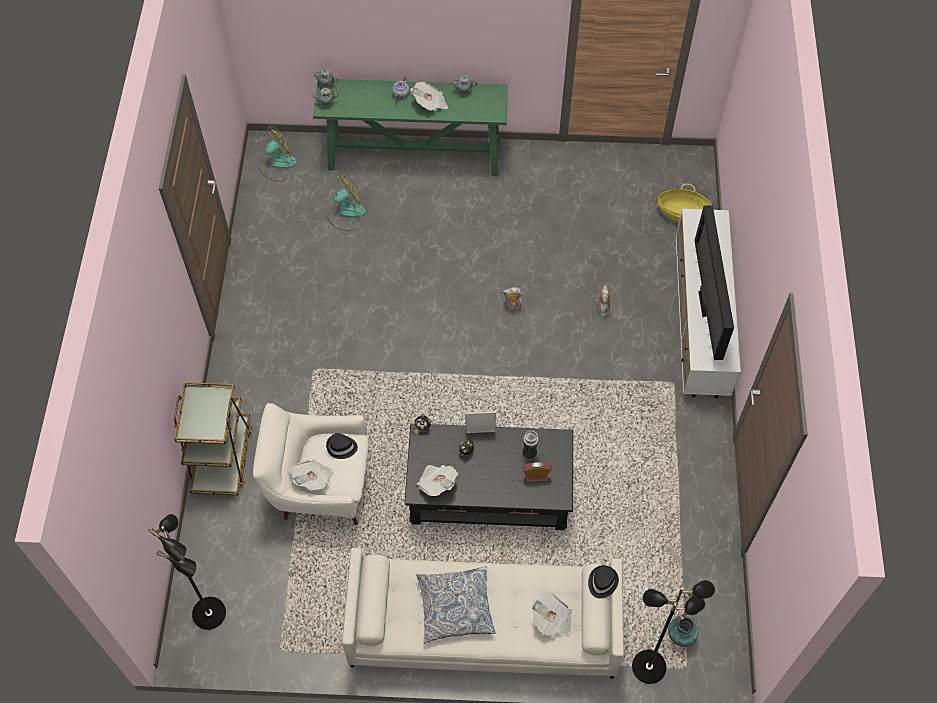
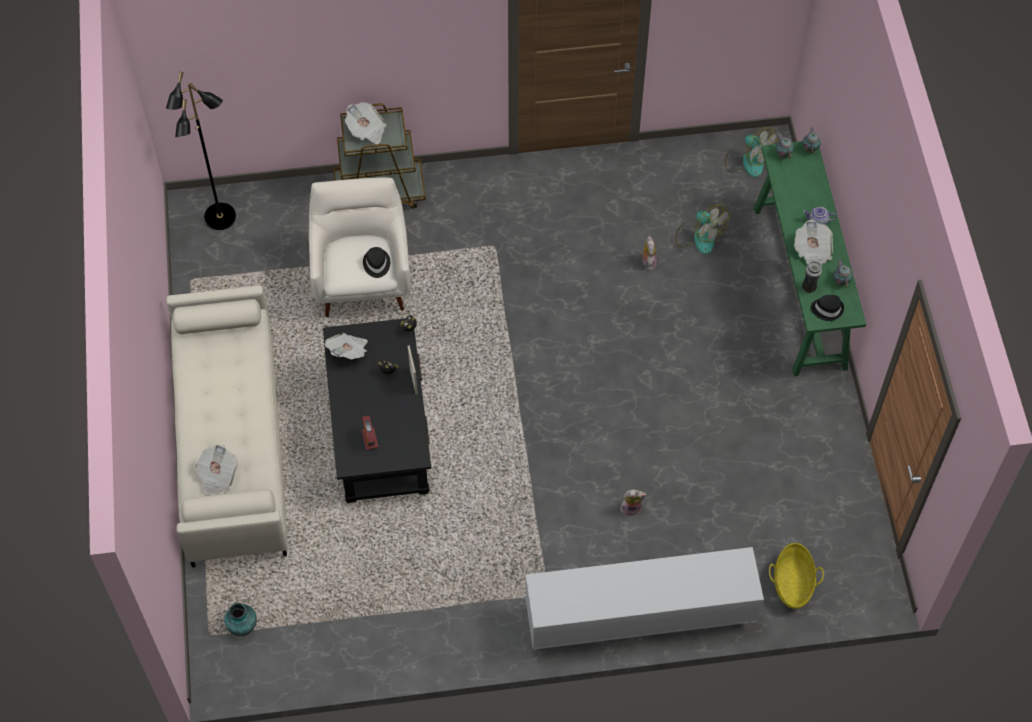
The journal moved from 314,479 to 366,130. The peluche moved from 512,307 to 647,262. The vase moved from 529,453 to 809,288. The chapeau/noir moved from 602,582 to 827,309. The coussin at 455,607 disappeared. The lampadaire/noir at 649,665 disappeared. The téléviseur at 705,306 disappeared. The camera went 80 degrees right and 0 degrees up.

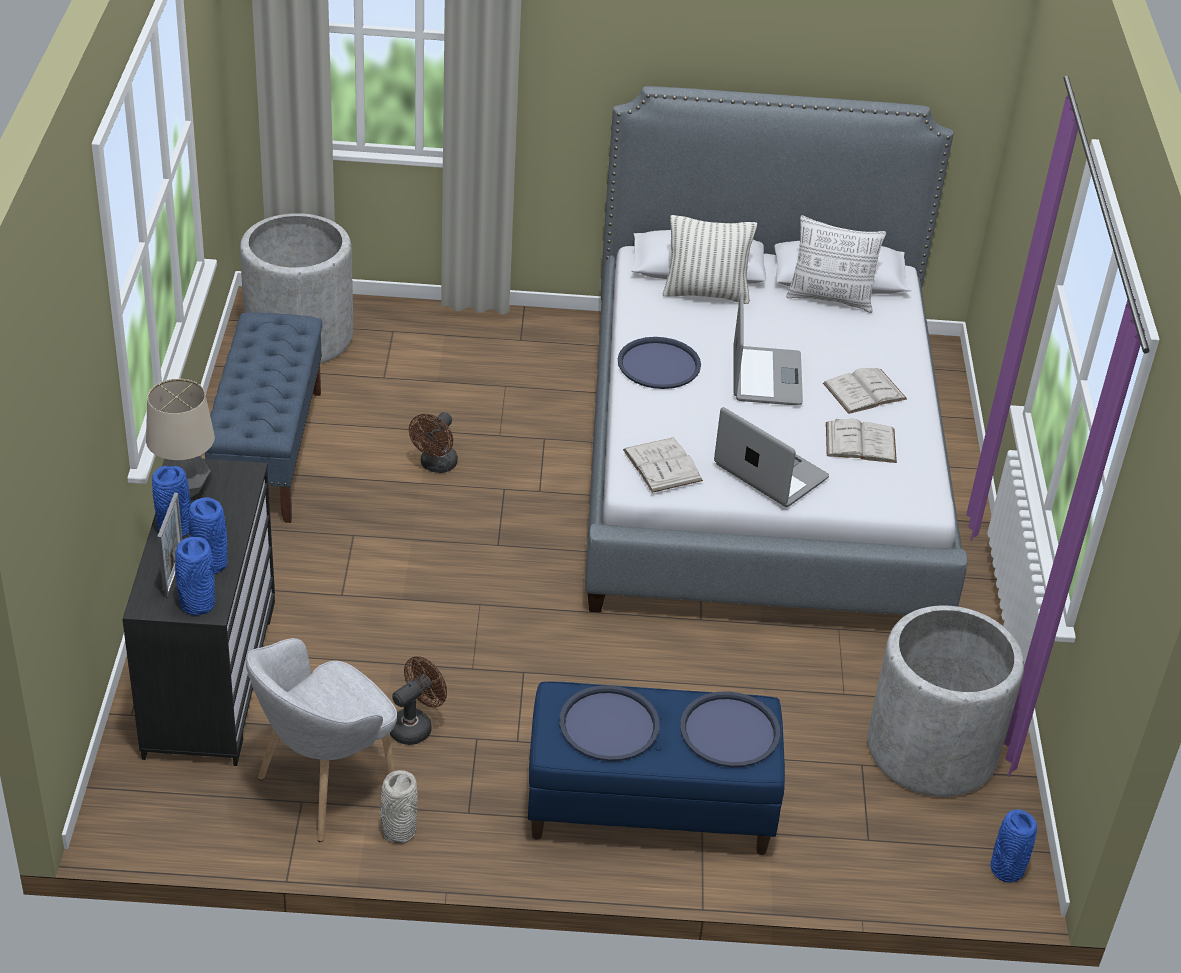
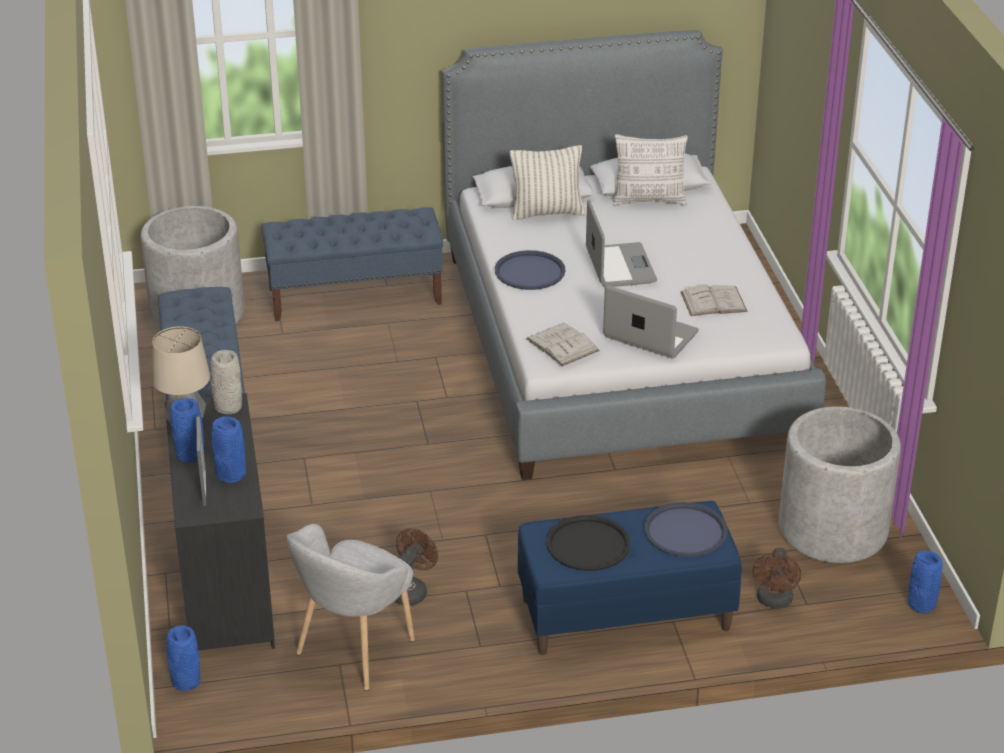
The vase/bleu moved from 197,605 to 186,682. The vase/gris moved from 398,832 to 228,407. The banc/bleu at 355,296 appeared. The plateau/bleu at 609,725 became the plateau/noir at 588,544. The ventilateur/marron moved from 436,466 to 774,601. The livre/blanc at 864,391 disappeared. The camera went 10 degrees left and 5 degrees down.

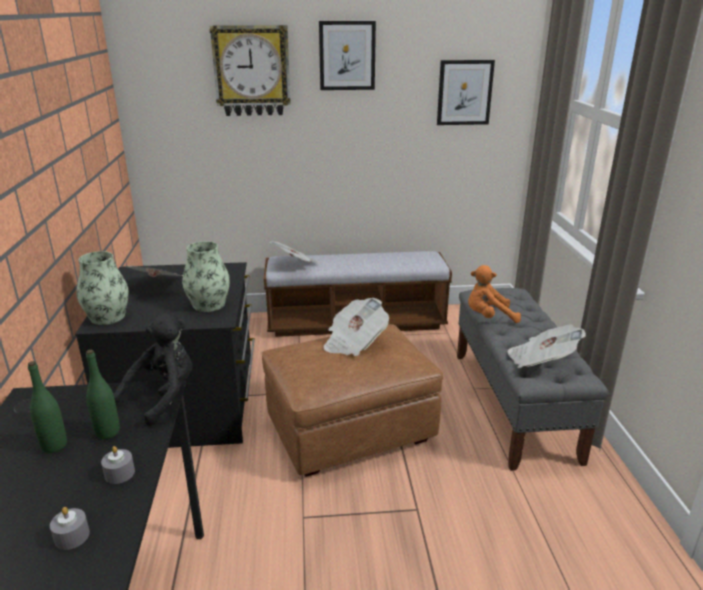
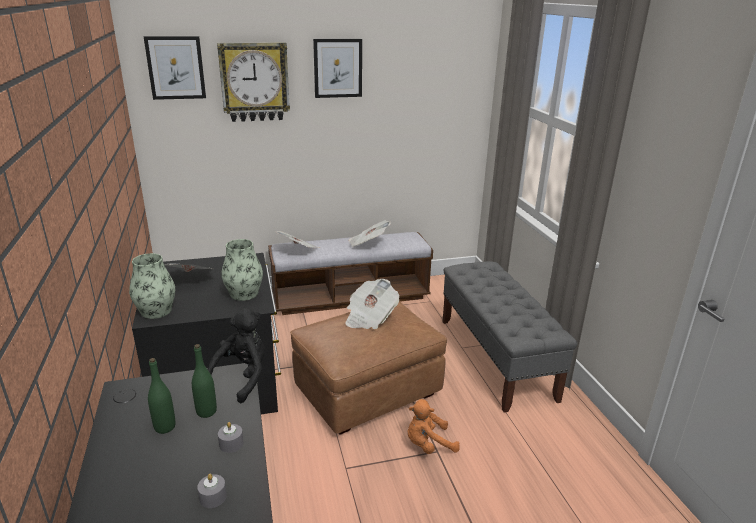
The tableau moved from 464,92 to 176,68. The journal moved from 541,361 to 368,244. The peluche/orange moved from 488,317 to 428,445. The camera went 10 degrees left and 0 degrees up.

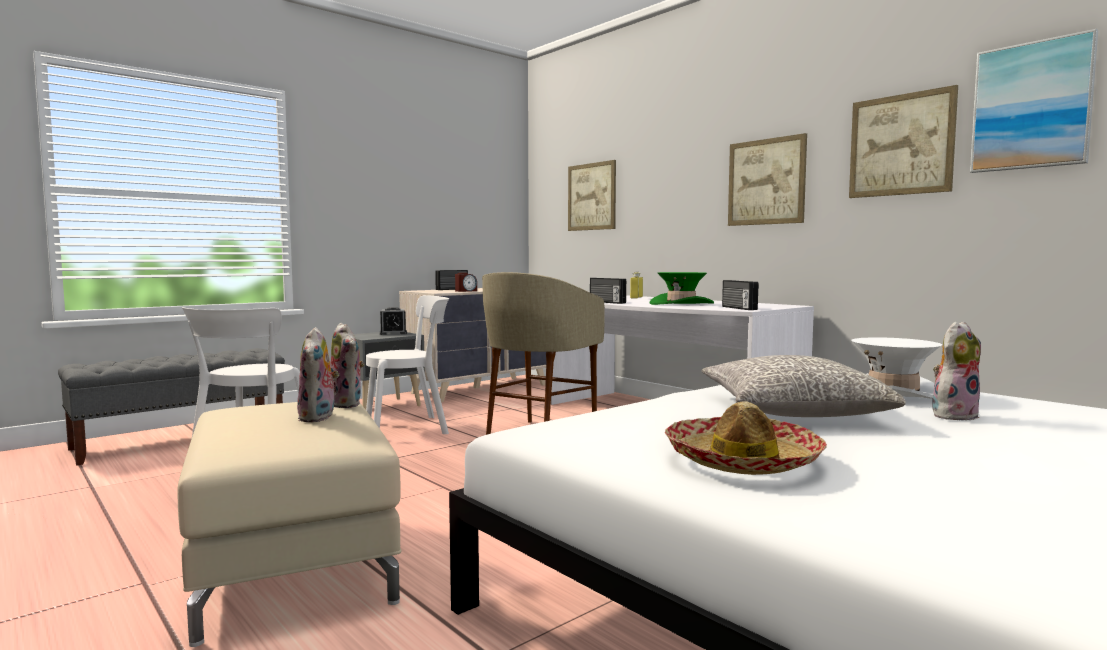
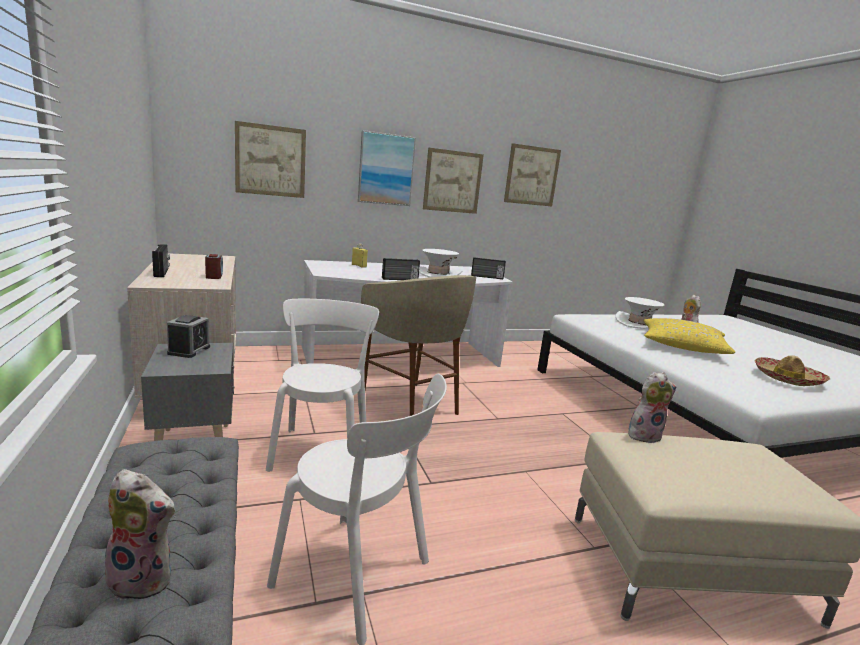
The peluche moved from 319,417 to 145,578. The tableau moved from 1031,106 to 386,169. The chapeau/vert at 681,304 became the chapeau/blanc at 438,274. The coussin/gris at 790,411 became the coussin/jaune at 682,347. The camera went 70 degrees left and 10 degrees up.

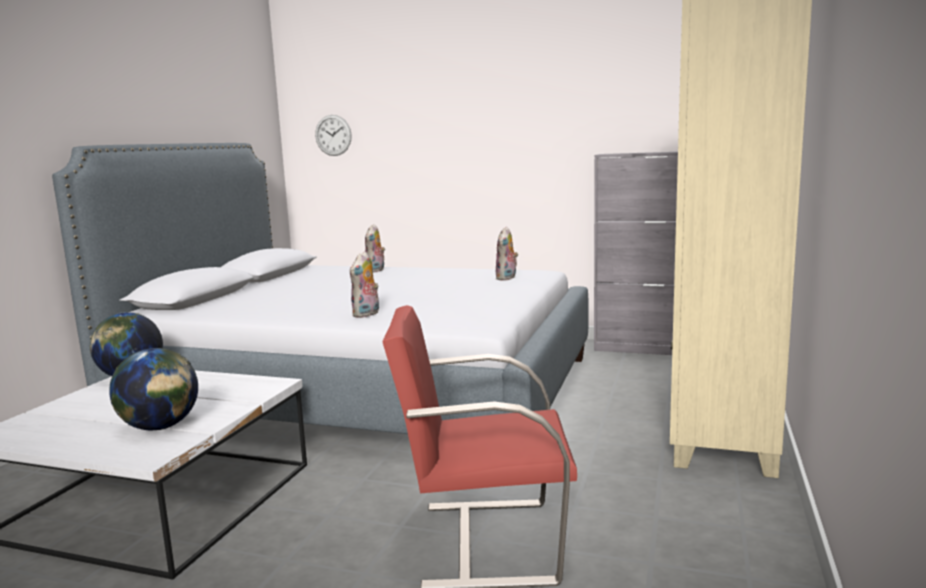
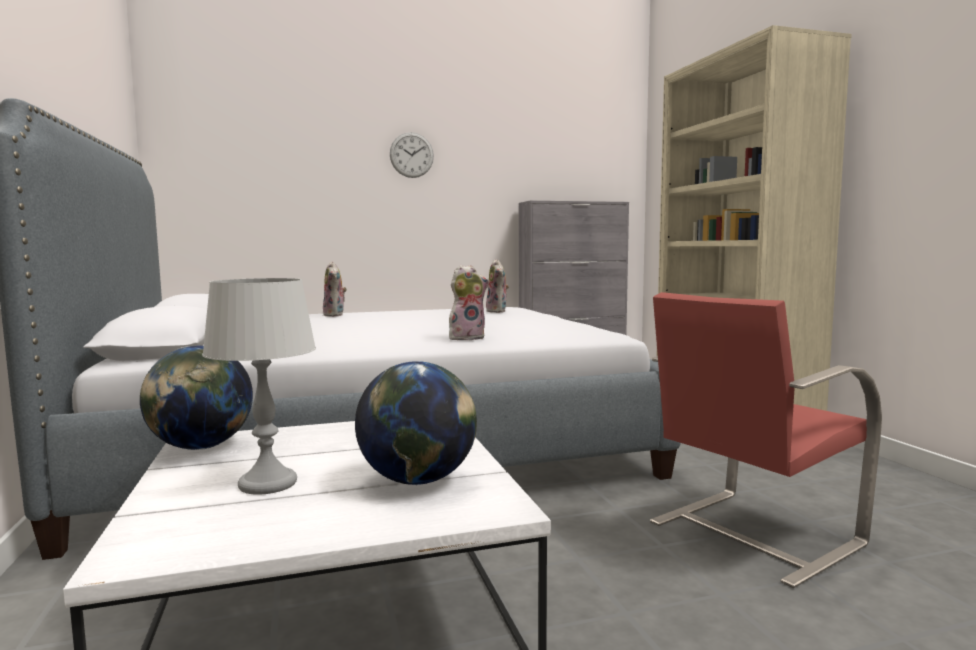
The lampe de table/gris at 267,484 appeared. The horloge murale moved from 333,135 to 411,155. The peluche at 366,314 turned 105 degrees counterclockwise. The camera went 35 degrees left and 5 degrees down.

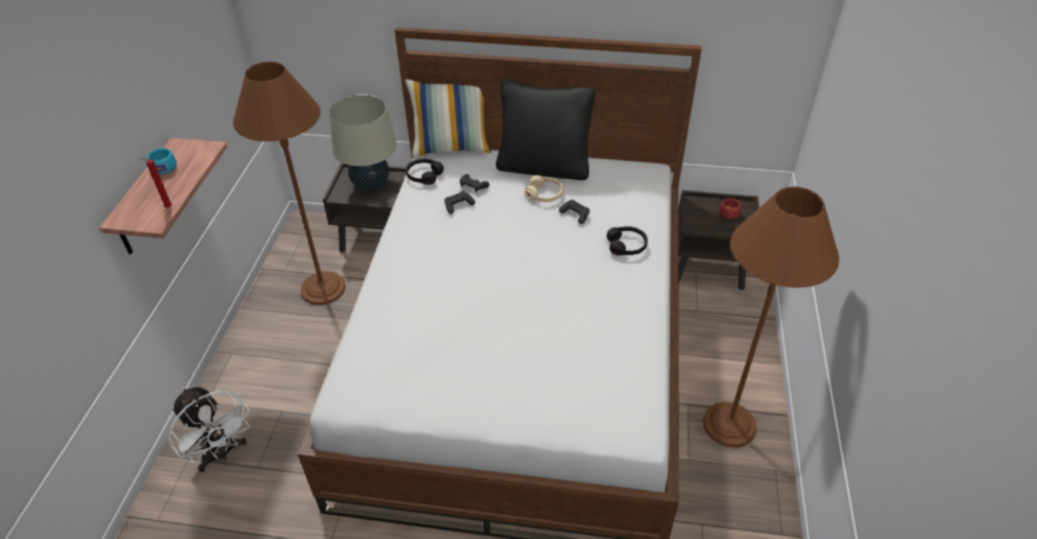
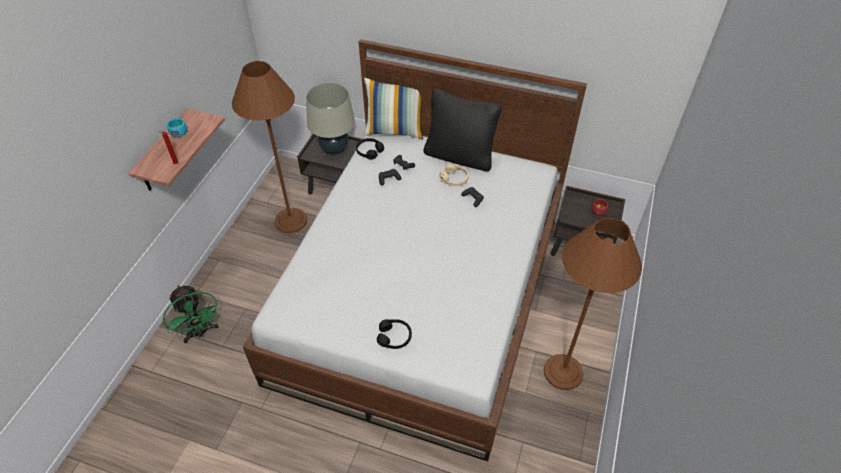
The ventilateur/blanc at 221,453 became the ventilateur/vert at 200,332. The casque audio/noir moved from 626,245 to 394,337. The camera went 10 degrees right and 5 degrees up.

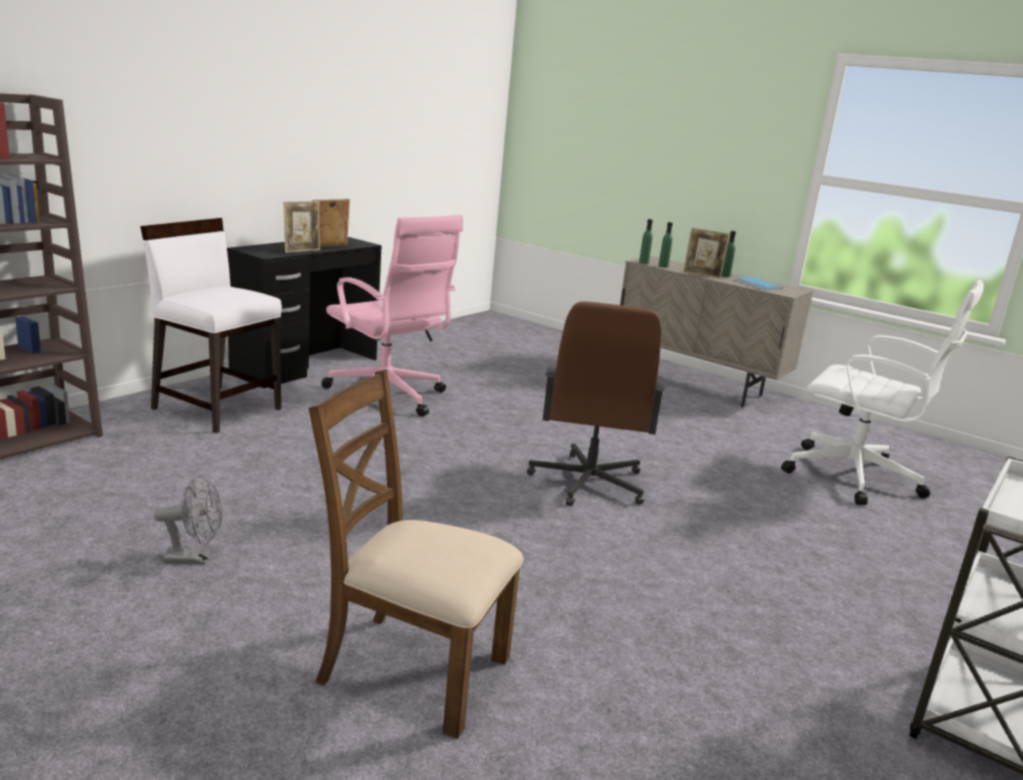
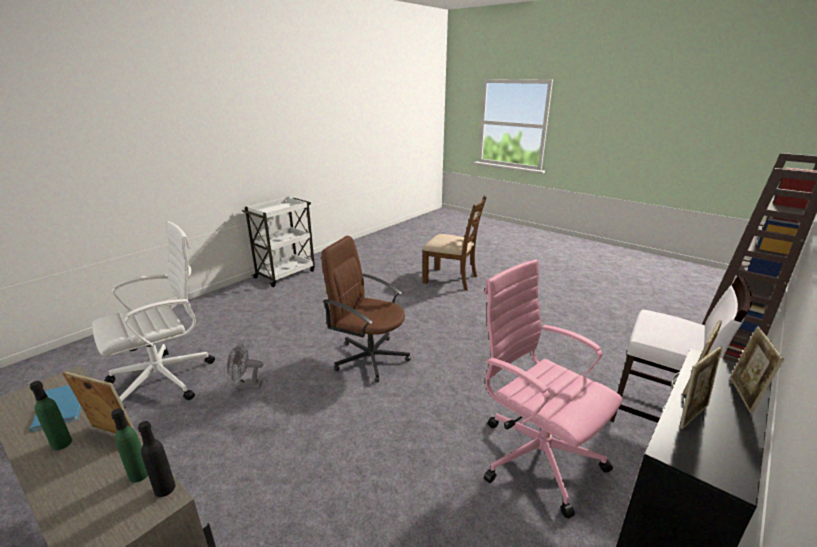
The chaise de bureau/blanc at 856,478 turned 105 degrees clockwise. The bouteille/vert at 643,263 became the bouteille/noir at 165,488. The ventilateur/gris moved from 195,558 to 246,385. The chaise de bureau/marron at 588,483 turned 75 degrees counterclockwise. The cadre photo at 743,395 appeared. The camera went 175 degrees left and 5 degrees up.

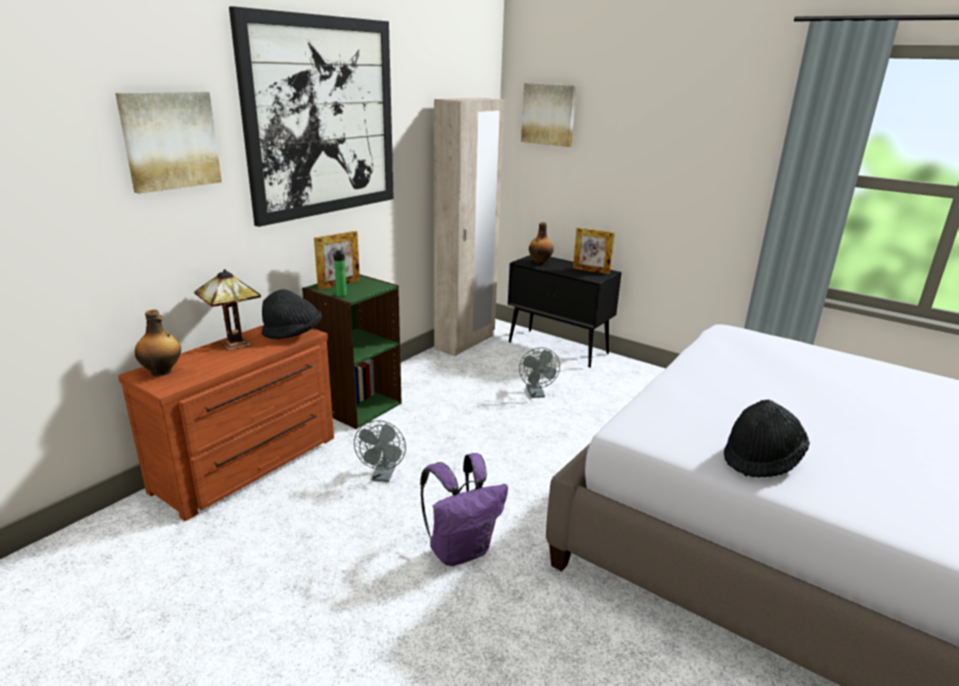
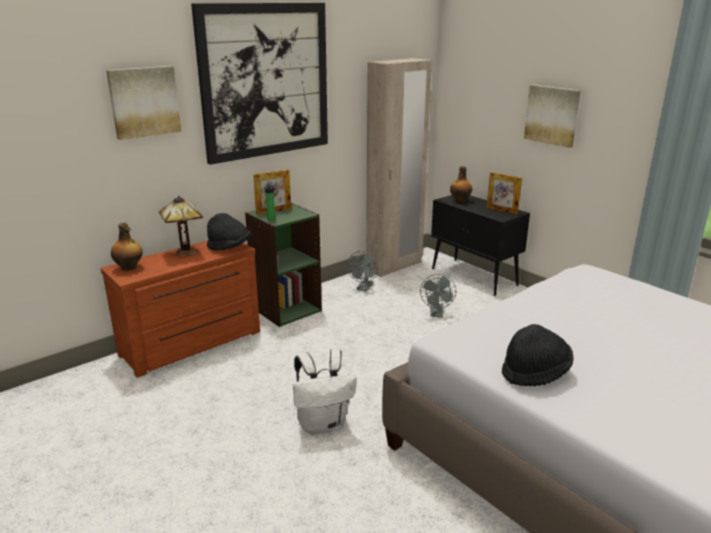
The sac à dos/violet at 461,550 became the sac à dos/blanc at 323,424. The ventilateur/gris moved from 383,476 to 363,288. The tableau moved from 549,114 to 552,115. The camera went 15 degrees right and 0 degrees up.

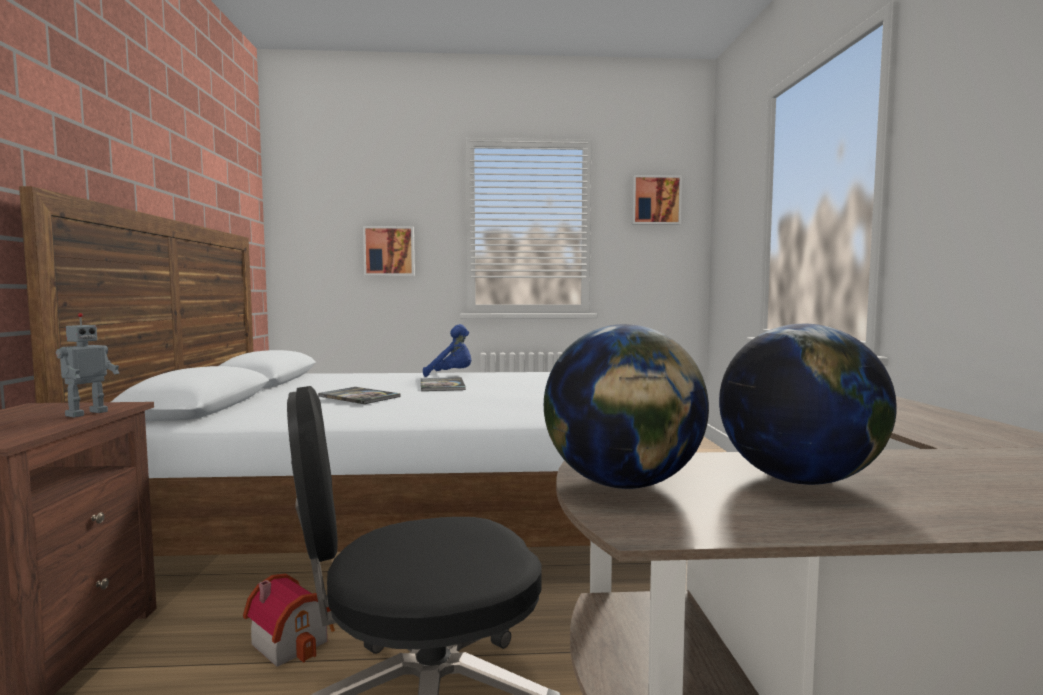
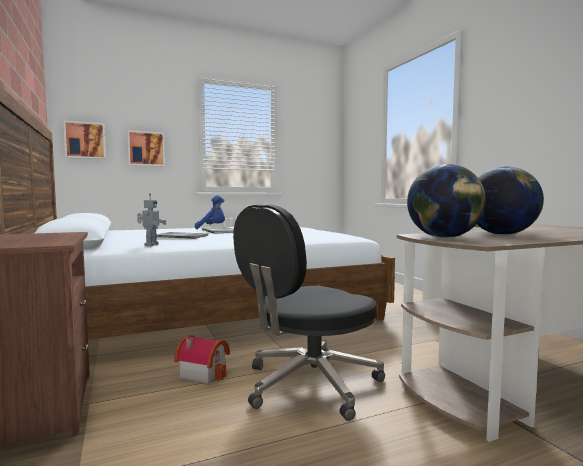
The tableau moved from 655,200 to 85,140. The robot jouet moved from 86,413 to 150,245. The camera went 20 degrees left and 0 degrees up.

